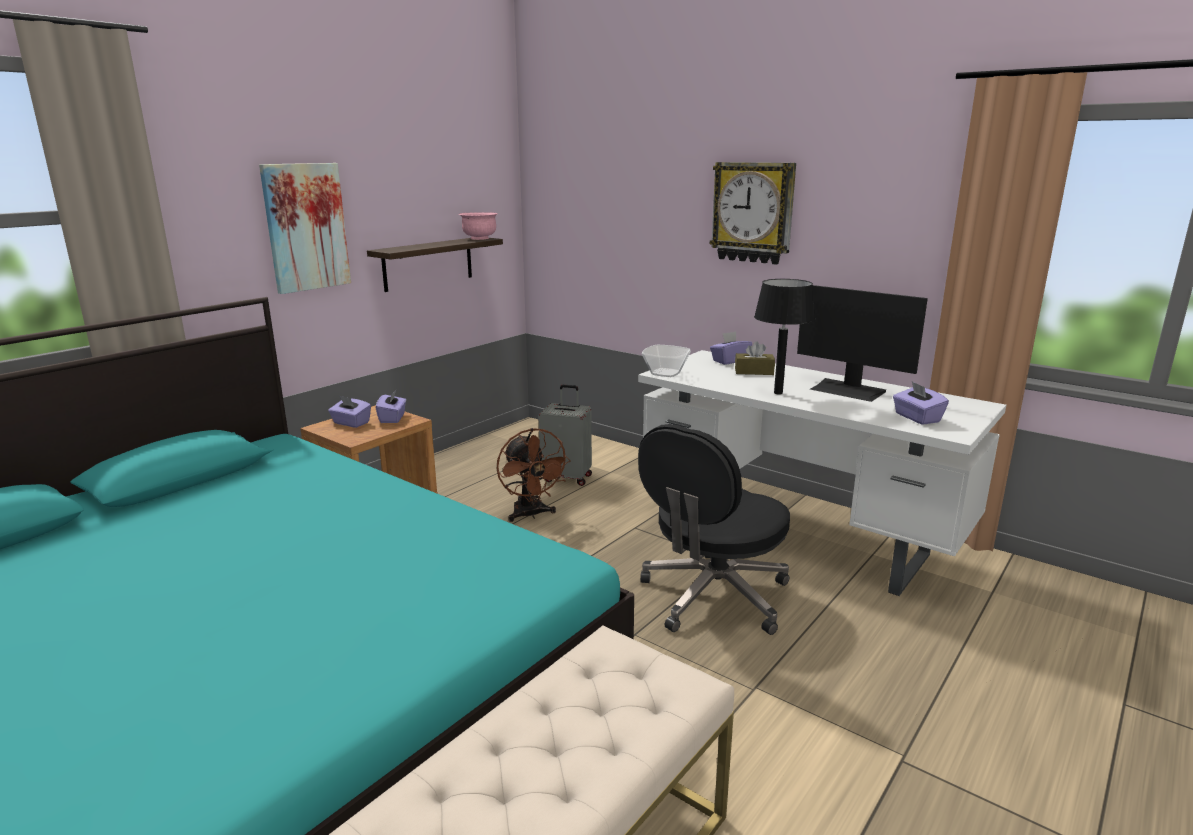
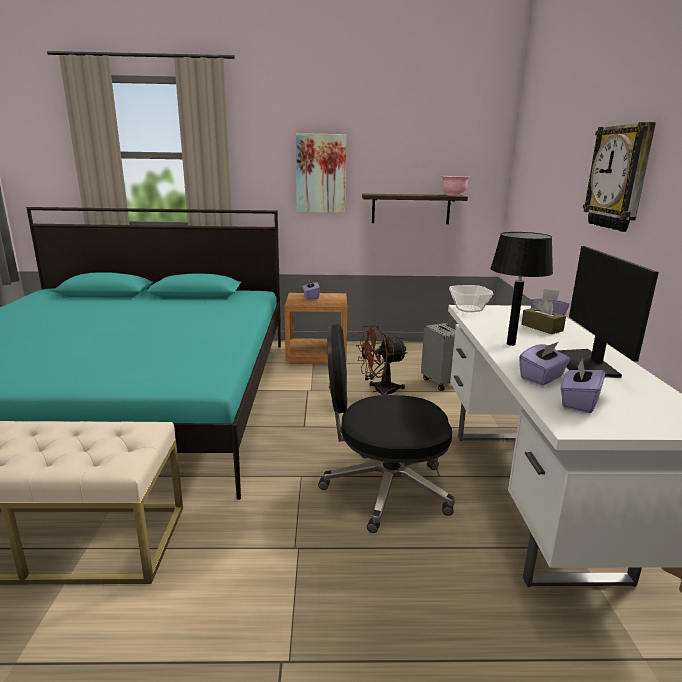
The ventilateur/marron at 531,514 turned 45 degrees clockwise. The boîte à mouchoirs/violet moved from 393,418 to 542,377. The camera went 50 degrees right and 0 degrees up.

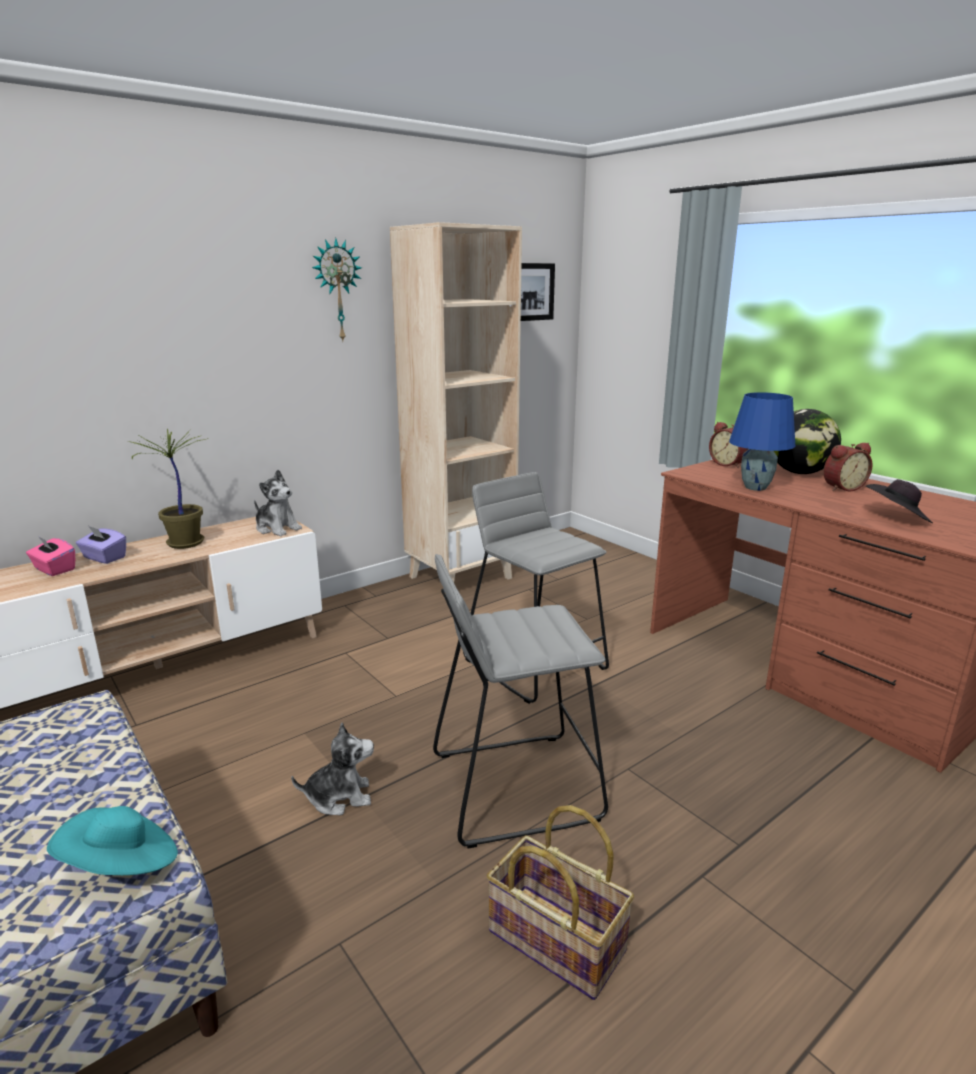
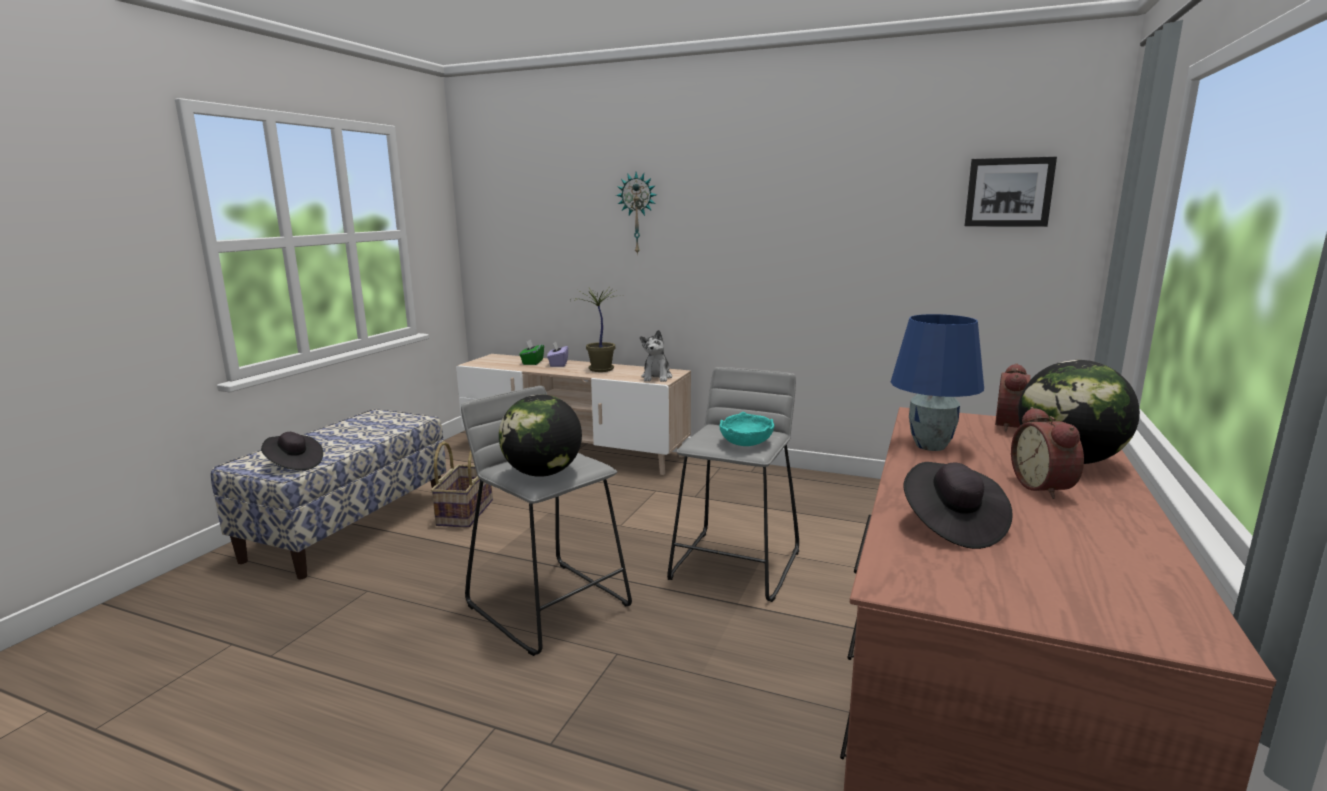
The chapeau/turquoise at 122,865 became the chapeau/noir at 294,464. The panier moved from 554,942 to 464,512. The globe at 543,473 appeared. The boîte à mouchoirs/rose at 54,569 became the boîte à mouchoirs/vert at 532,362. The horloge murale moved from 337,291 to 638,213. The bol/turquoise at 745,443 appeared. The réveil at 841,488 turned 45 degrees clockwise. The peluche at 339,797 disappeared. The bibliothèque/beige at 460,577 disappeared. The camera went 60 degrees right and 5 degrees down.

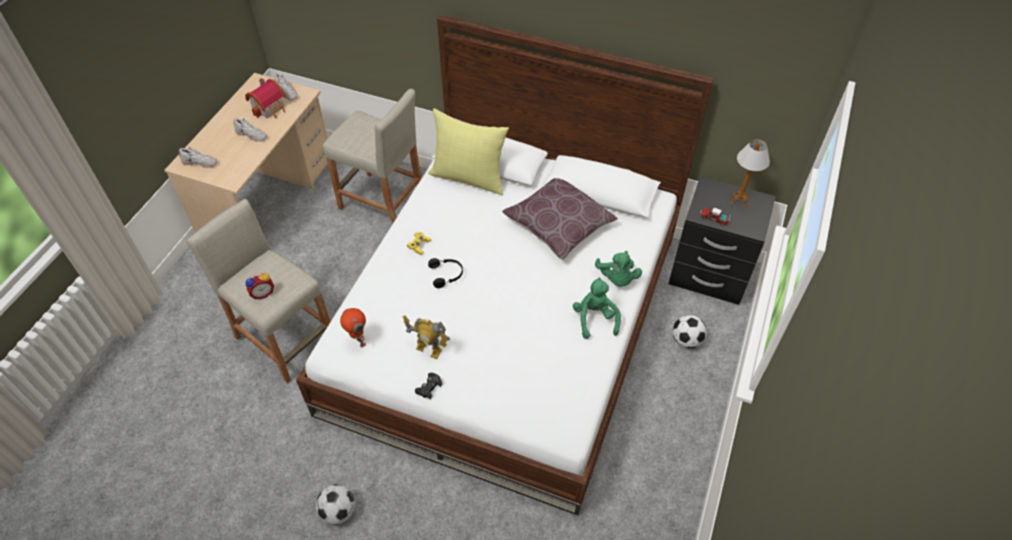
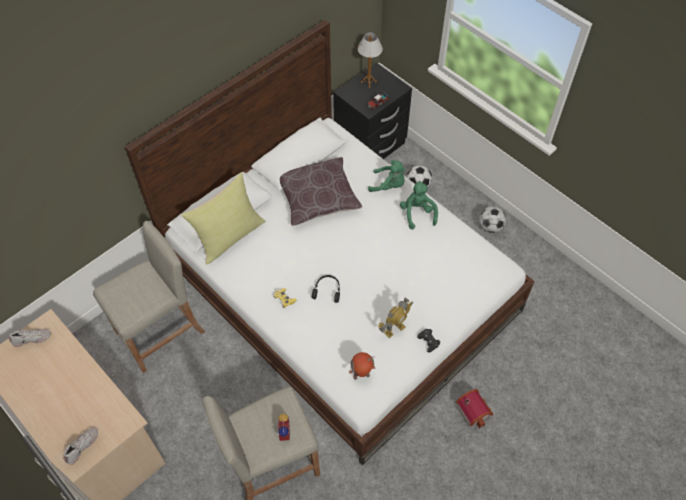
The peluche/vert at 595,319 turned 60 degrees clockwise. The maison miniature moved from 270,108 to 474,411. The ballon de foot moved from 338,511 to 490,227. The chaussure/blanc at 252,135 disappeared. The camera went 65 degrees left and 5 degrees up.

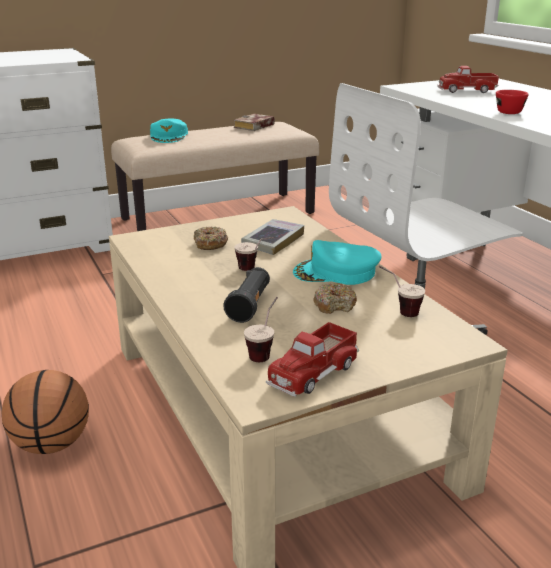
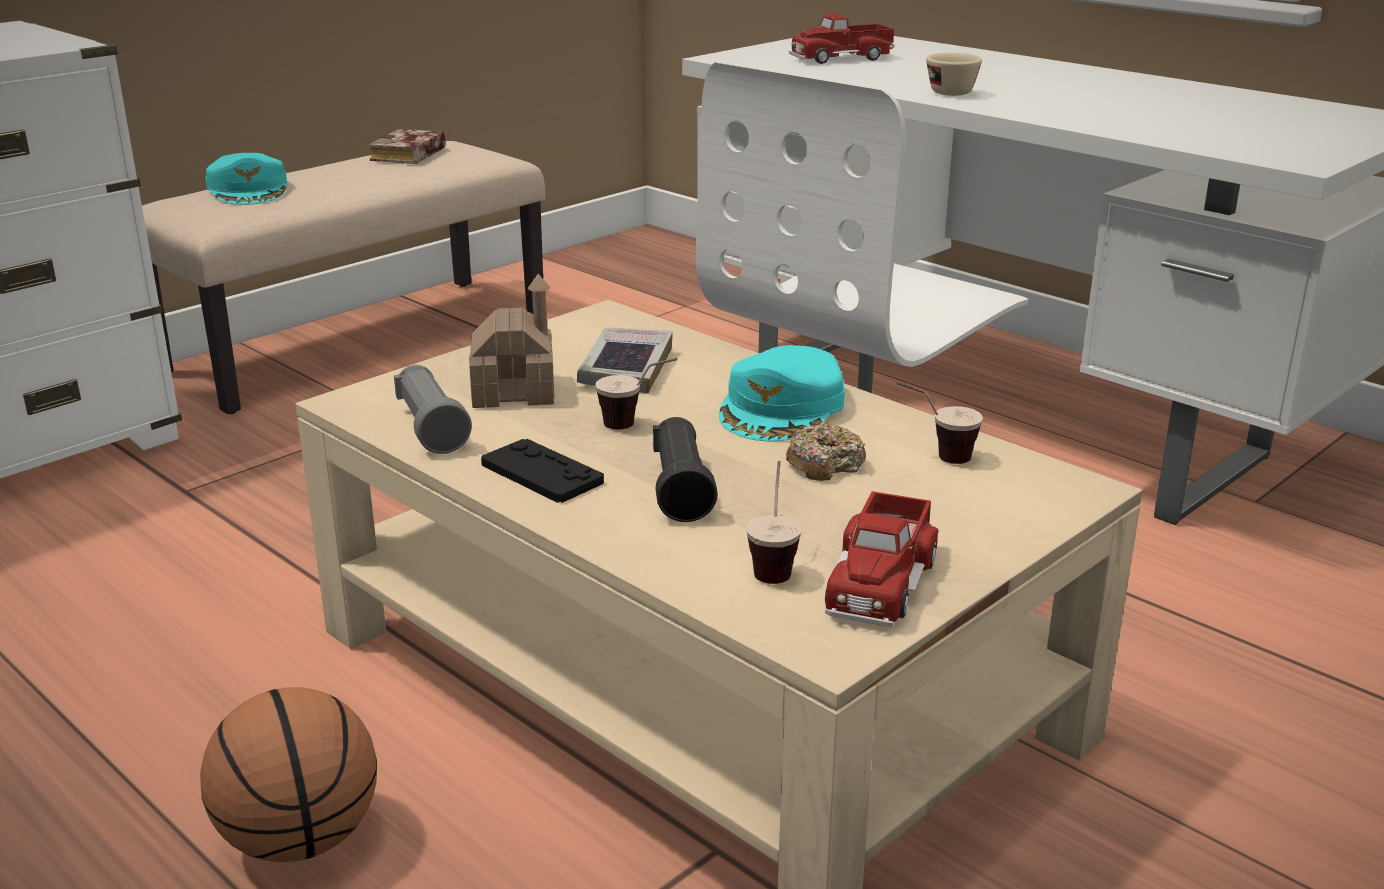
The lampe de poche/gris at 431,428 appeared. The beignet at 210,244 was replaced by the maison miniature at 514,390. The manette/noir at 542,473 appeared. The casquette/turquoise at 336,273 turned 45 degrees counterclockwise. The tasse/rouge at 507,111 became the tasse/beige at 947,91. The camera went 20 degrees left and 0 degrees up.

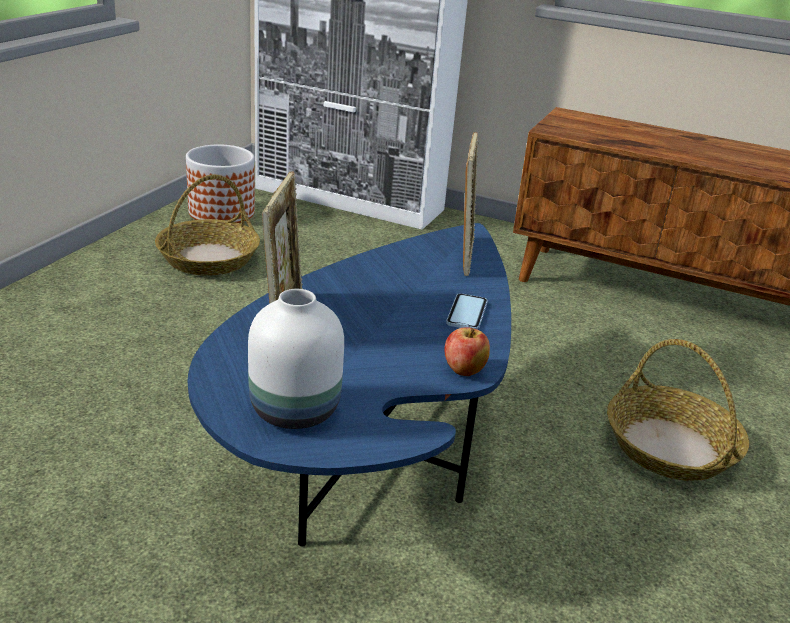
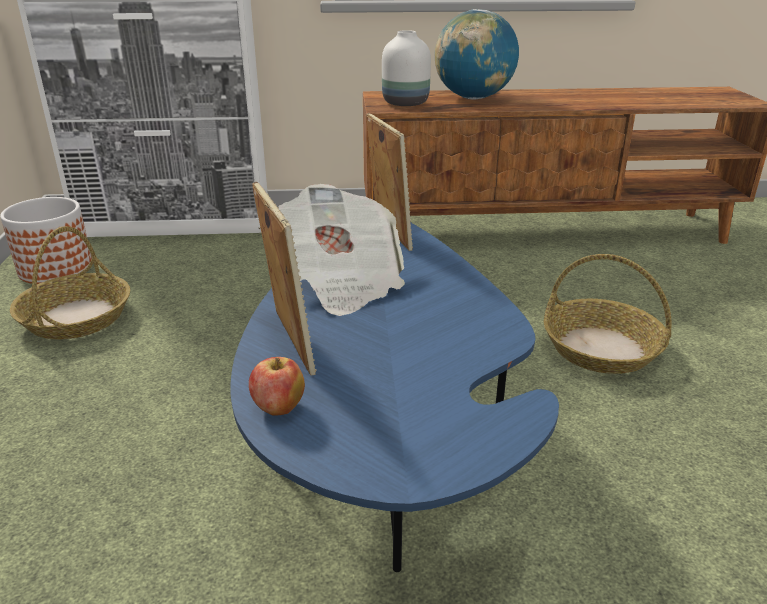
The pomme moved from 464,371 to 279,408. The journal at 340,281 appeared. The vase/blanc moved from 294,412 to 406,104. The globe at 473,98 appeared. The téléphone at 467,314 disappeared. The camera went 25 degrees left and 0 degrees up.

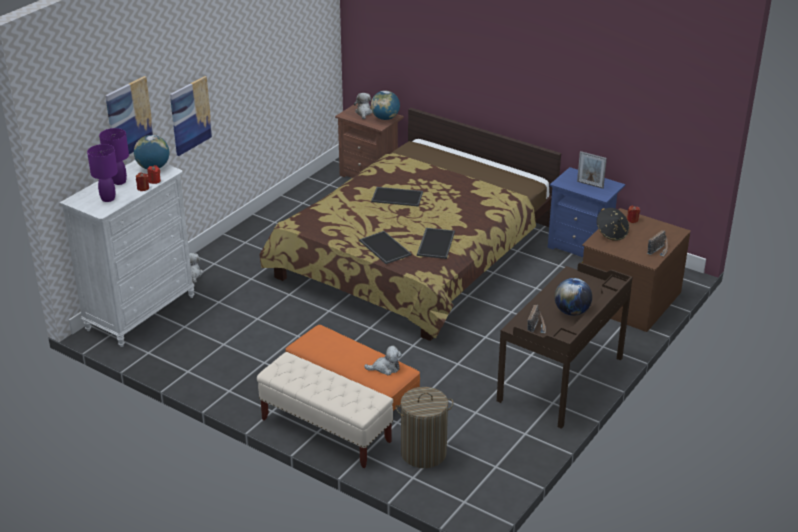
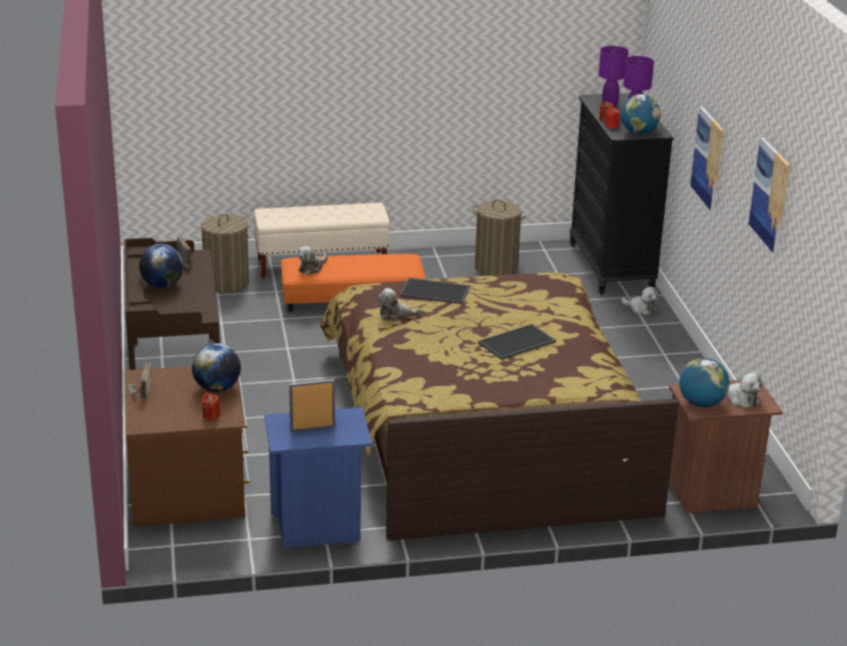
The chapeau/noir at 611,233 was replaced by the globe at 217,388. The plateau at 435,243 was replaced by the peluche at 396,315. The panier à linge at 496,267 appeared. The commode/blanc at 140,312 became the commode/noir at 611,267. The tableau moved from 129,118 to 770,195. The camera went 135 degrees right and 5 degrees down.

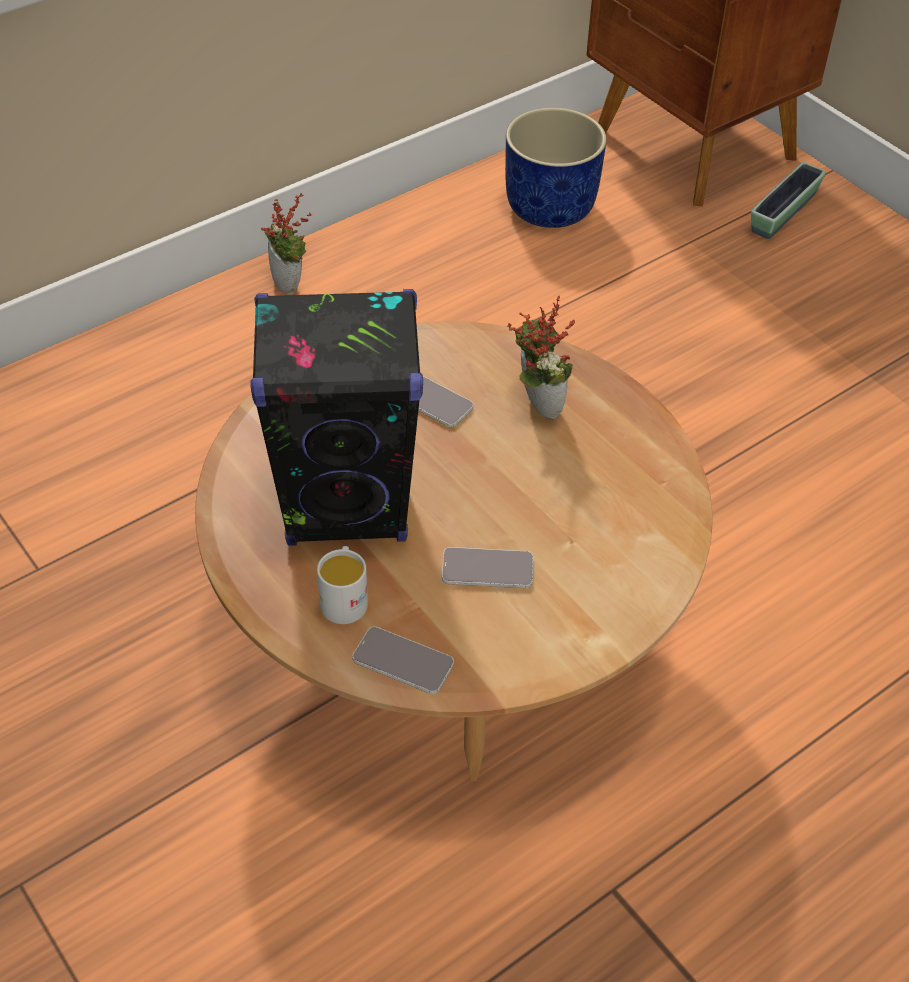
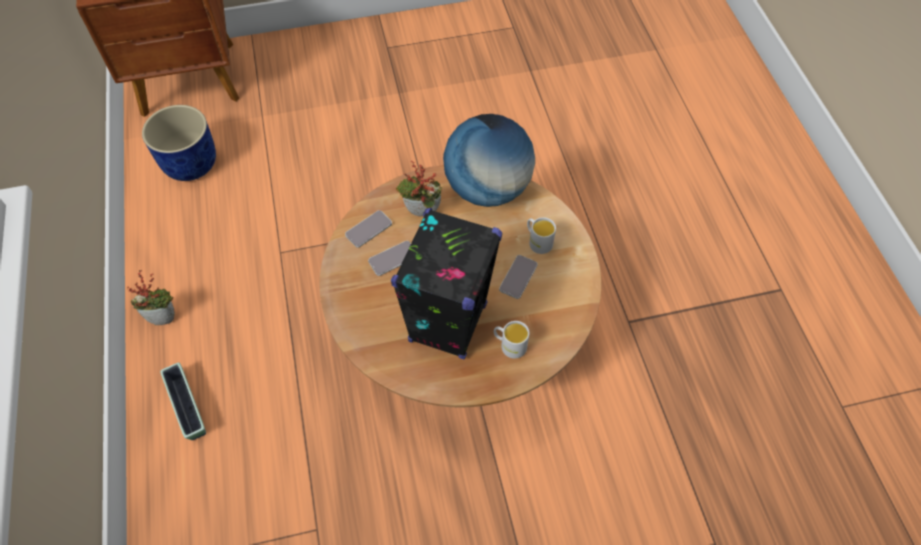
The cache-pot moved from 783,213 to 188,406. The téléphone moved from 403,661 to 368,229. The globe at 487,188 appeared. The mug/blanc at 537,241 appeared. The camera went 65 degrees left and 10 degrees up.

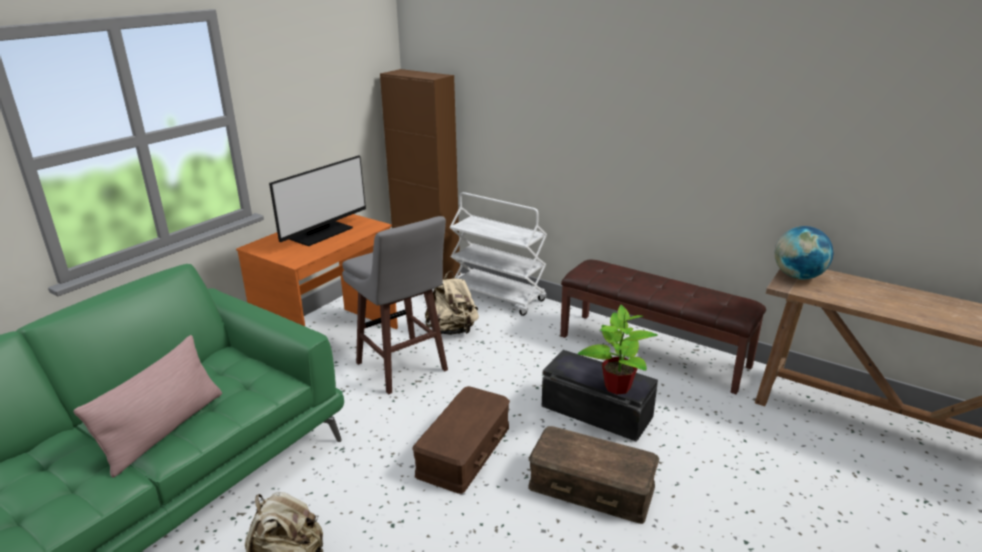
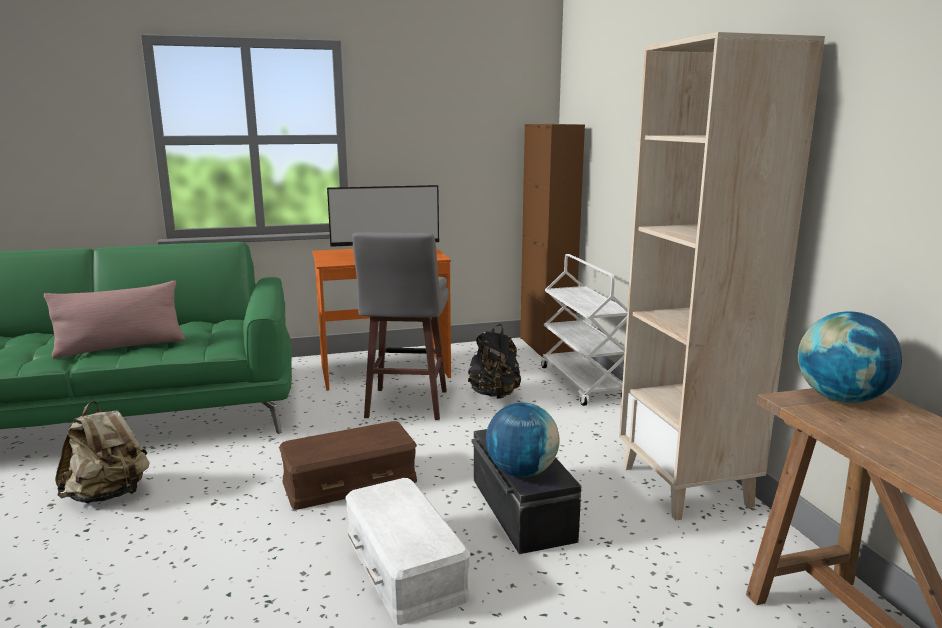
The boîte de rangement/marron at 592,486 became the boîte de rangement/blanc at 406,565. The sac à dos/beige at 453,330 became the sac à dos/noir at 494,394. The plante en pot at 617,386 was replaced by the globe at 521,472. The banc/marron at 653,350 was replaced by the bibliothèque/beige at 686,486. The camera went 40 degrees right and 10 degrees down.

